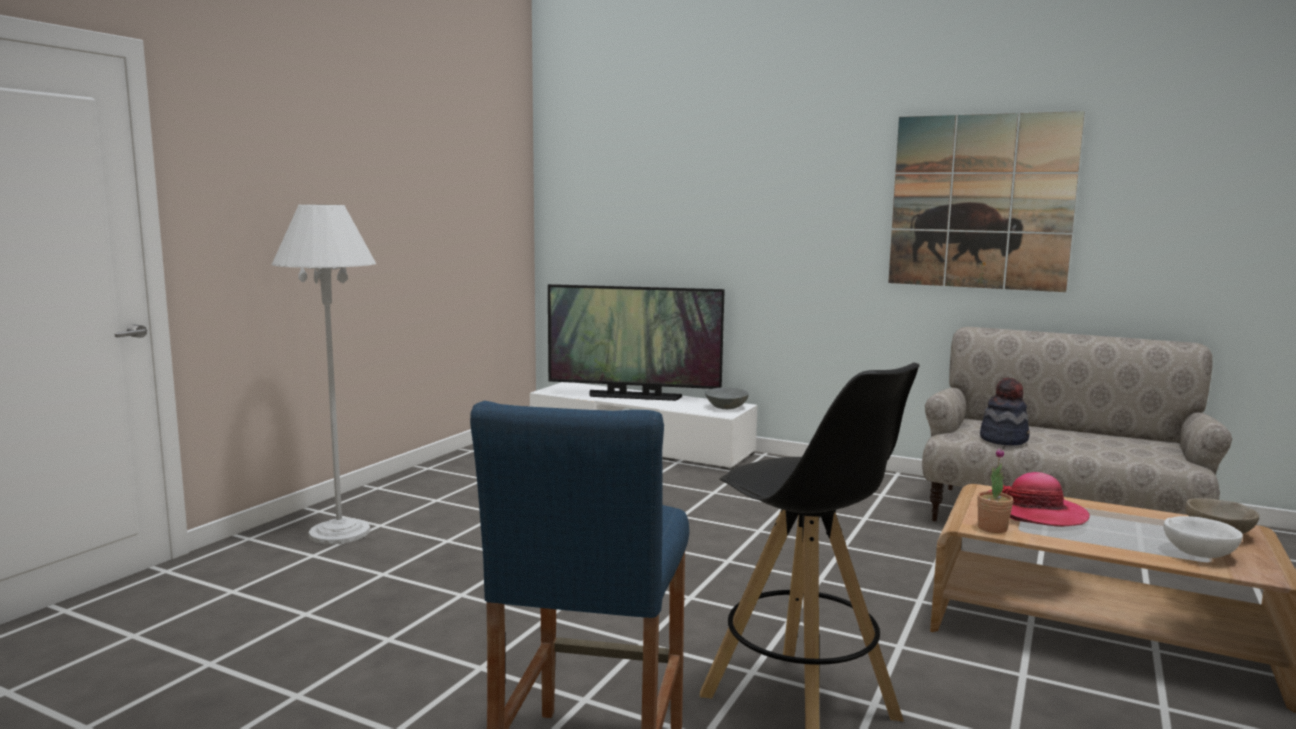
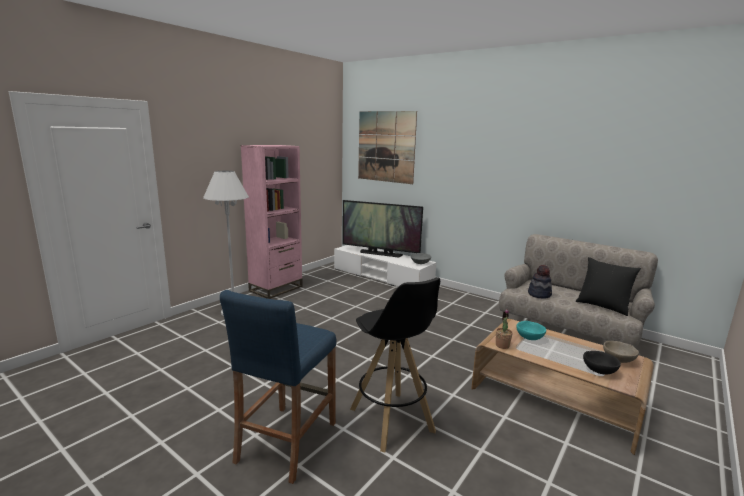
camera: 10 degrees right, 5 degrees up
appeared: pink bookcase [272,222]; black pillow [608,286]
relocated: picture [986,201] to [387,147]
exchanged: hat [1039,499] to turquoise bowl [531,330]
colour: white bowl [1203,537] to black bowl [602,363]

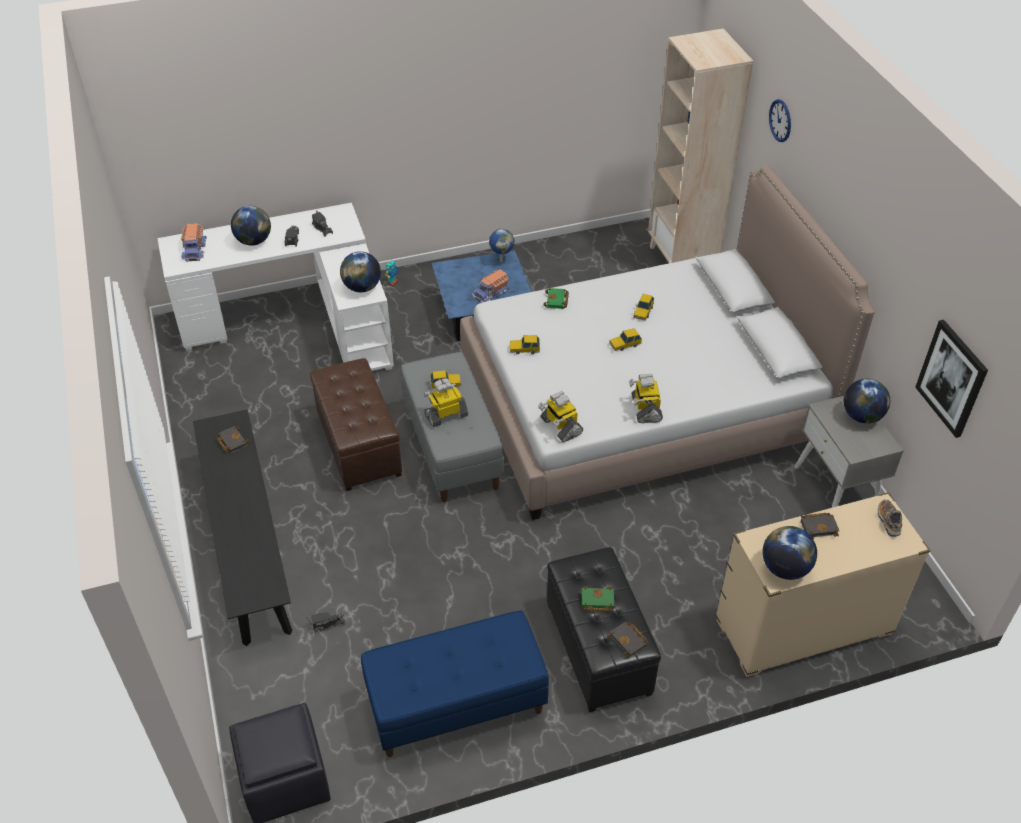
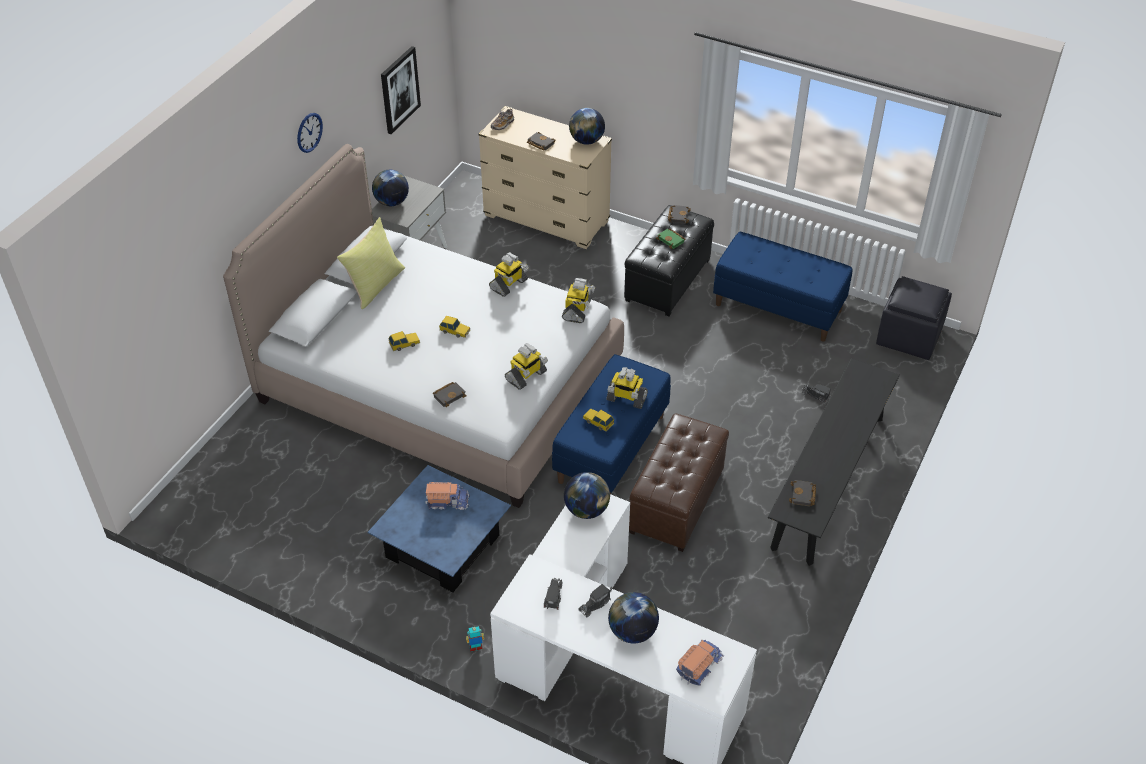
camera: 135 degrees left, 0 degrees up
missing: globe [501,245]; beige bookcase [700,145]
appeared: yellow pillow [371,263]
relocated: wall clock [780,120] to [310,133]
exchanged: toy car [525,344] to toy robot [526,366]
colour: grey bench [452,427] to blue bench [611,424]; green book [556,298] to black book [450,394]

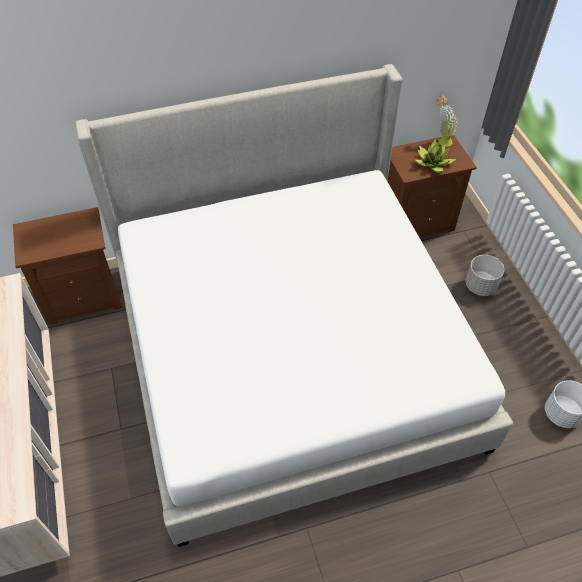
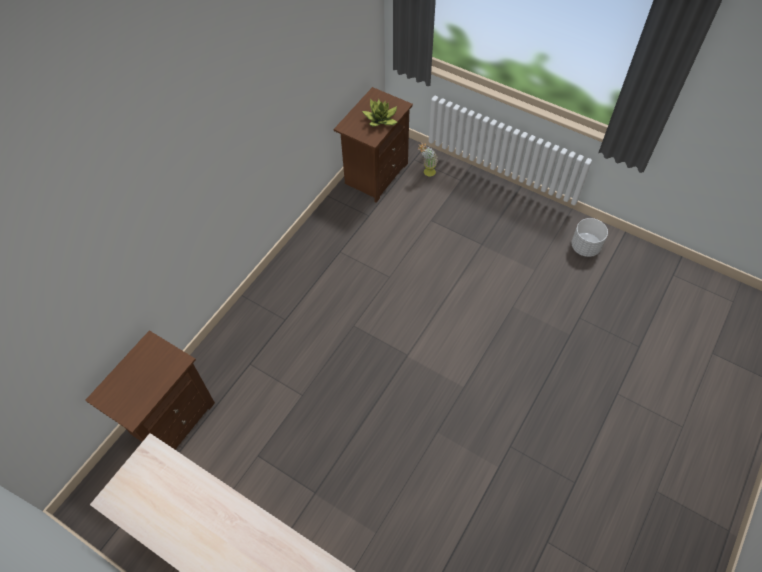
camera: 40 degrees left, 5 degrees up
missing: bed [294,305]; grey planter [484,275]
relocated: potted plant [447,121] to [428,159]

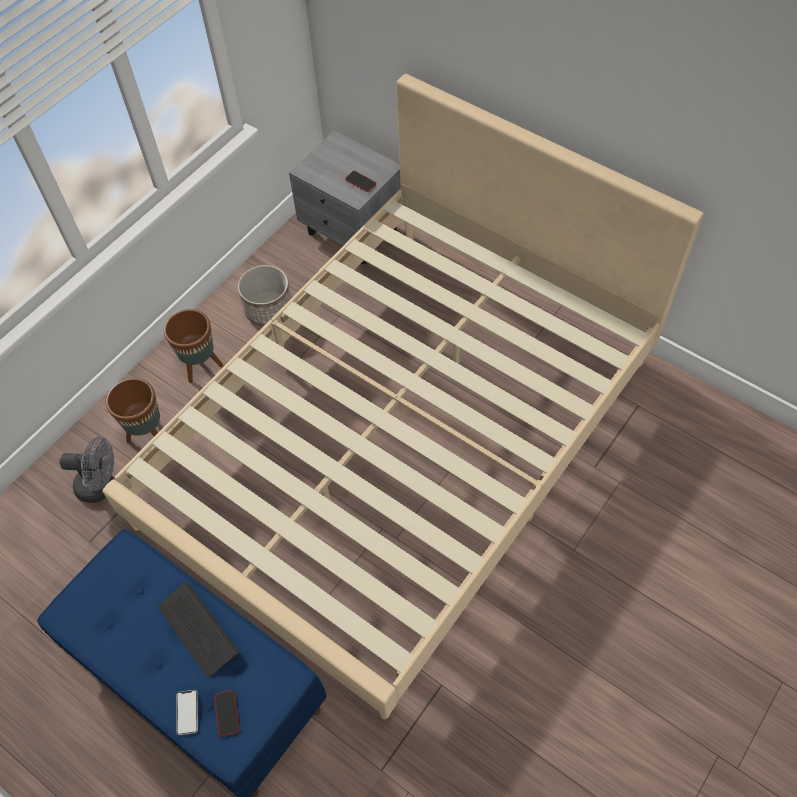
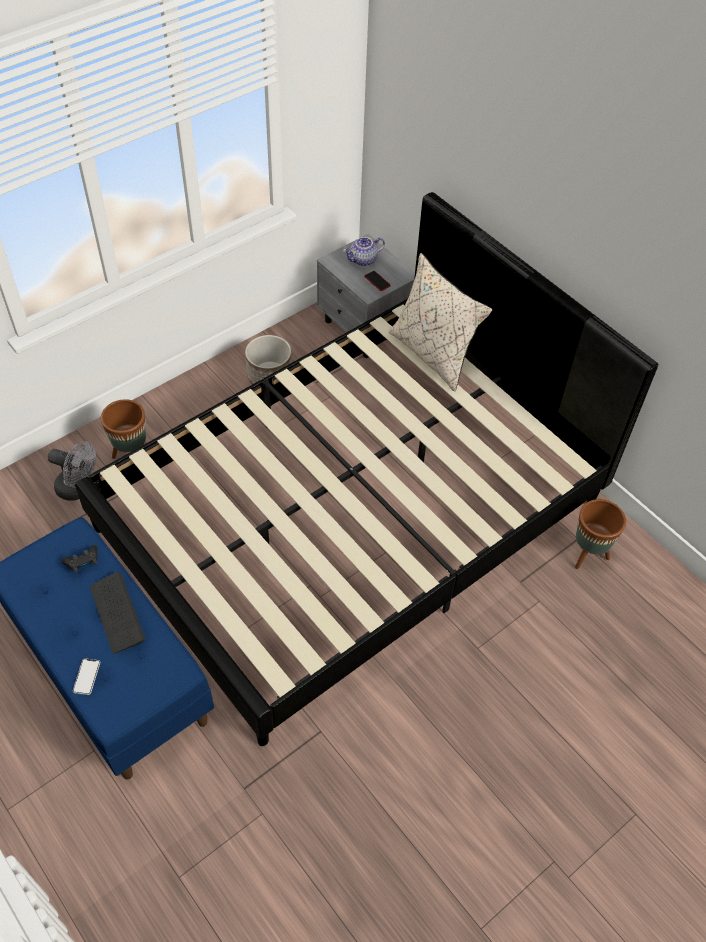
camera: 10 degrees right, 5 degrees down
missing: phone [227,713]
appeared: black game controller [80,559]; teapot [364,251]; beige pillow [440,322]
relocated: brown planter [193,346] to [600,534]
colour: beige bed [403,396] to black bed [366,469]

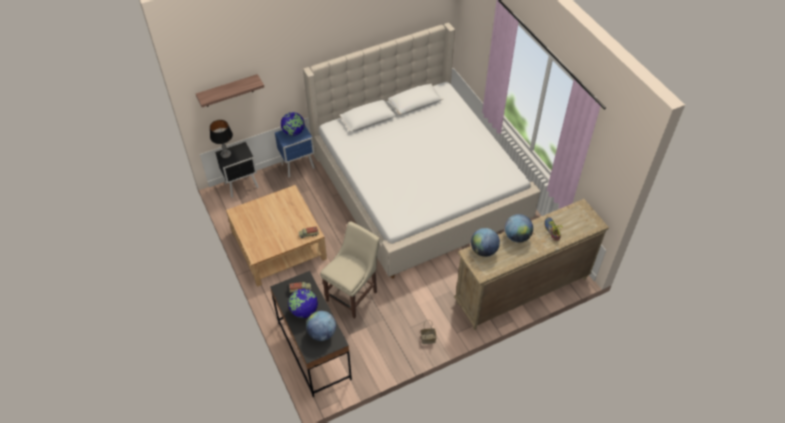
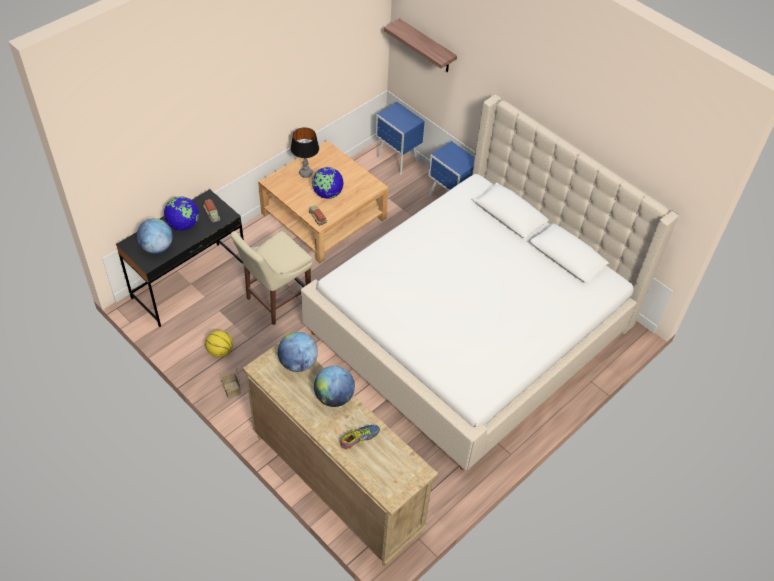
camera: 70 degrees right, 0 degrees up
appeared: basketball [219,343]
relocated: table lamp [221,139] to [305,152]; globe [293,124] to [328,183]
colour: black nightstand [237,169] to blue nightstand [400,138]
spun: beige chair [350,270] = [272,278] 120 degrees clockwise

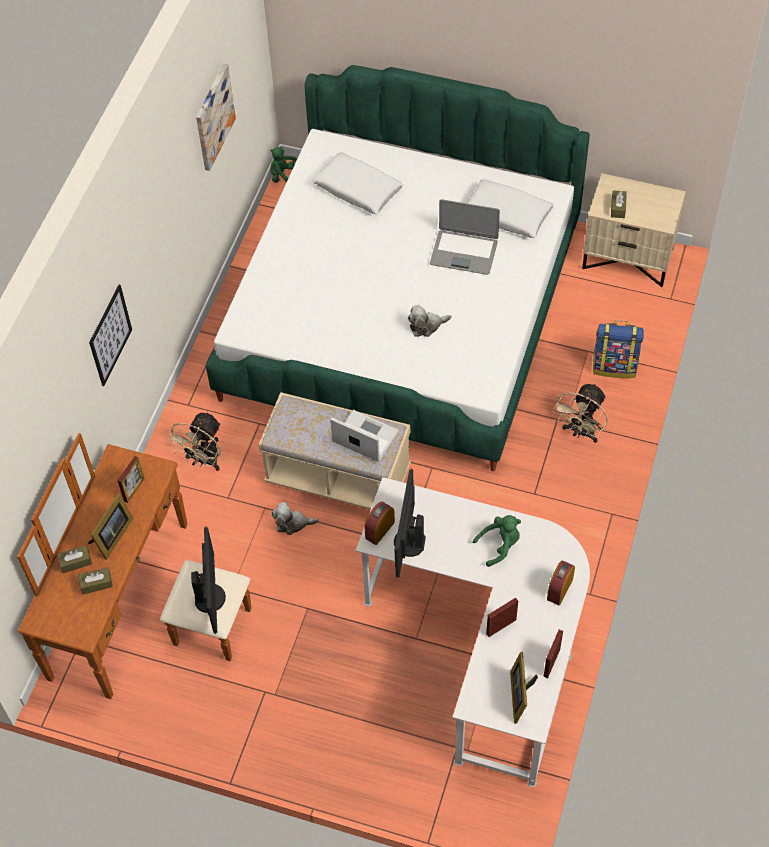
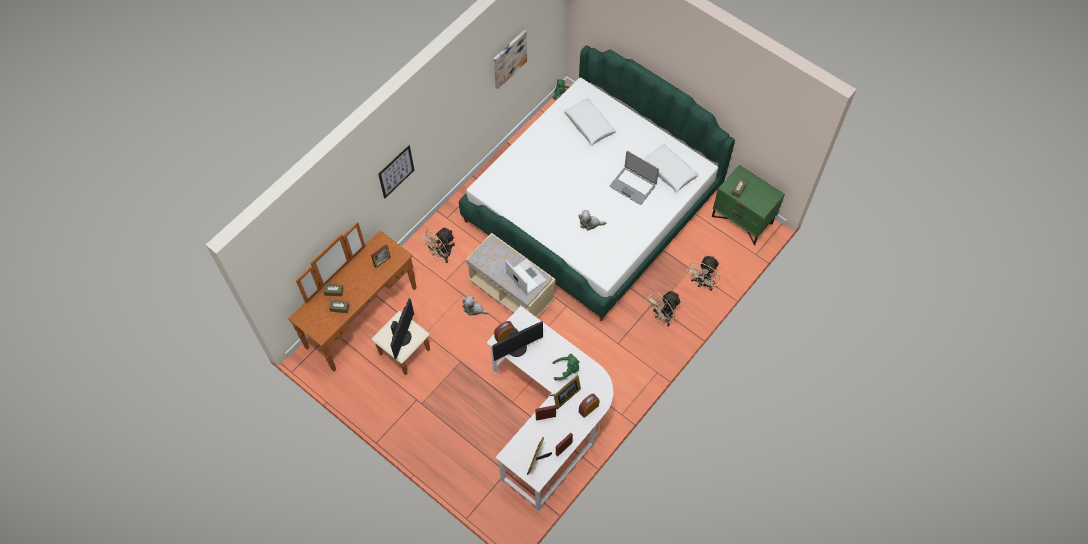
camera: 20 degrees right, 5 degrees up
relocated: picture frame [110,526] to [565,392]
exchanged: backpack [618,349] to beige fan [703,273]
colour: beige nightstand [634,230] to green nightstand [748,205]
spun: monitor [410,523] = [517,341] 150 degrees counterclockwise

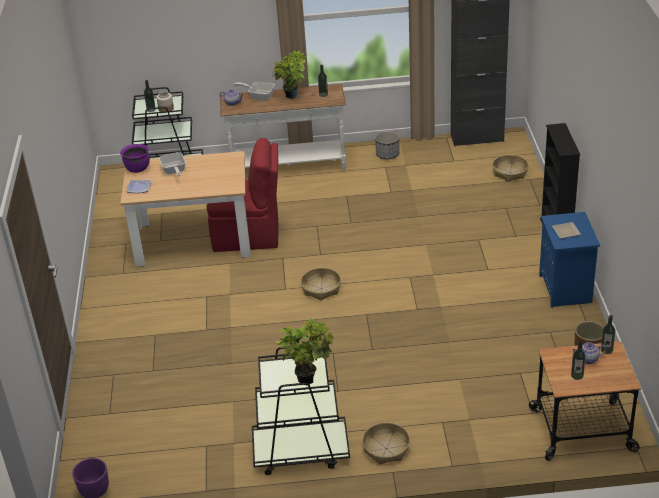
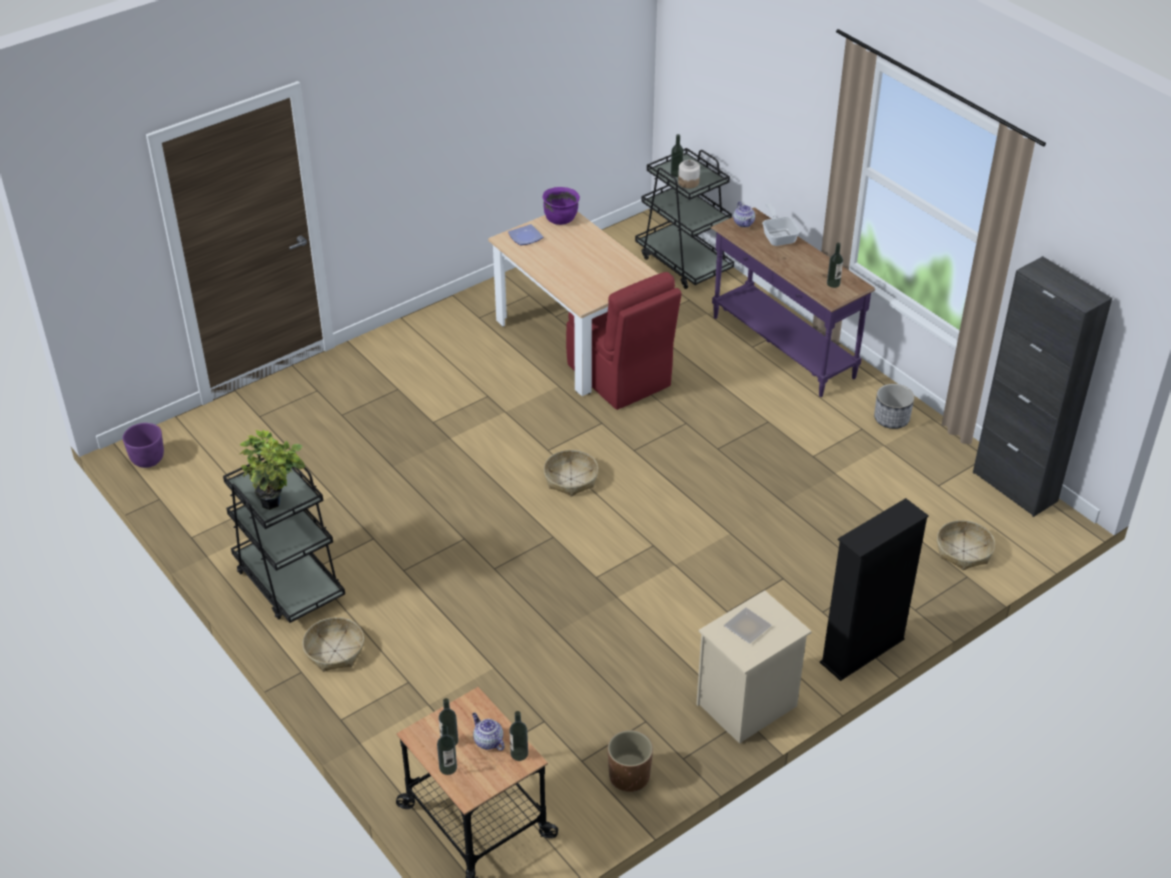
camera: 55 degrees right, 5 degrees up
missing: frying pan [172,164]; potted plant [289,75]
appeared: bottle [447,750]
colour: white console table [283,127] to purple console table [793,302]; blue nightstand [569,260] to beige nightstand [754,667]

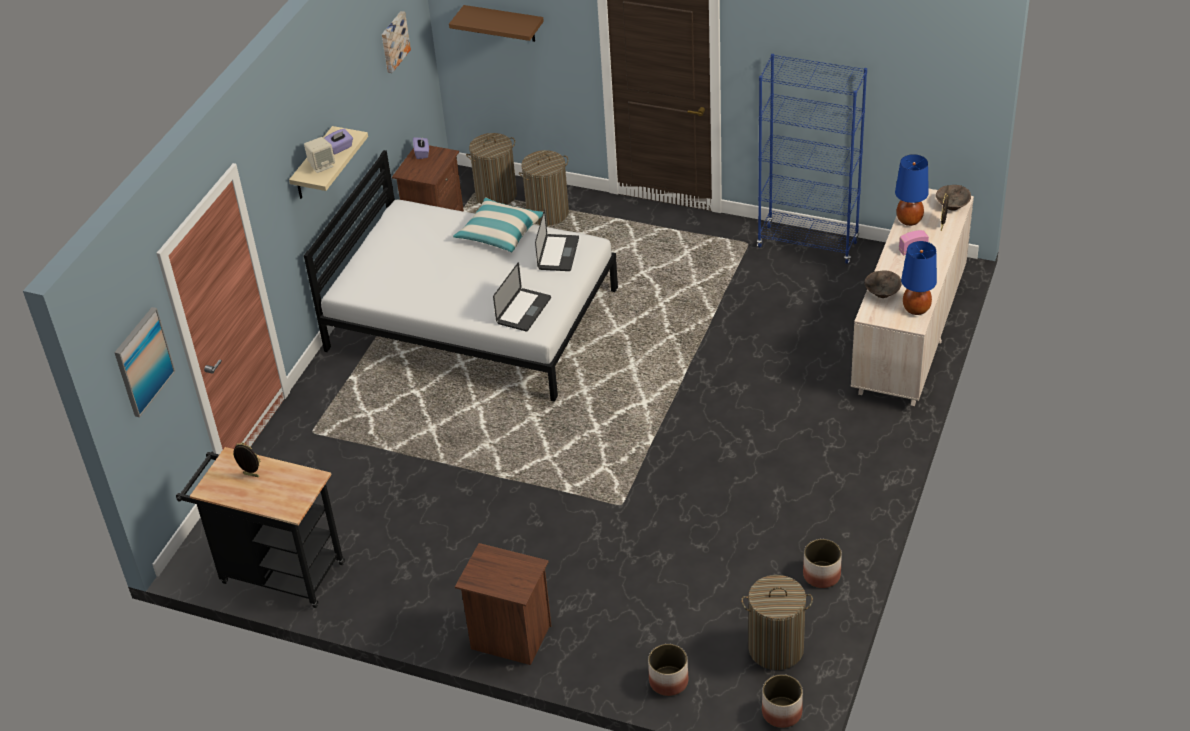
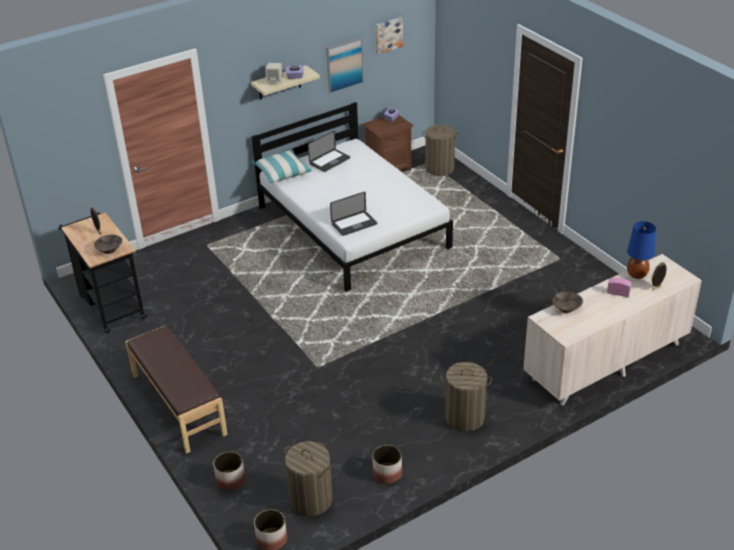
camera: 35 degrees right, 5 degrees down
missing: brown shelf [496,23]; blue bookcase [812,159]; blue table lamp [919,278]
relocated: picture [144,362] to [345,66]; pillow [498,225] to [282,166]; laundry basket [544,188] to [466,396]; laptop [557,240] to [329,151]; brown bowl [953,198] to [108,244]
exchanged: brown nightstand [503,604] to brown bench [176,390]

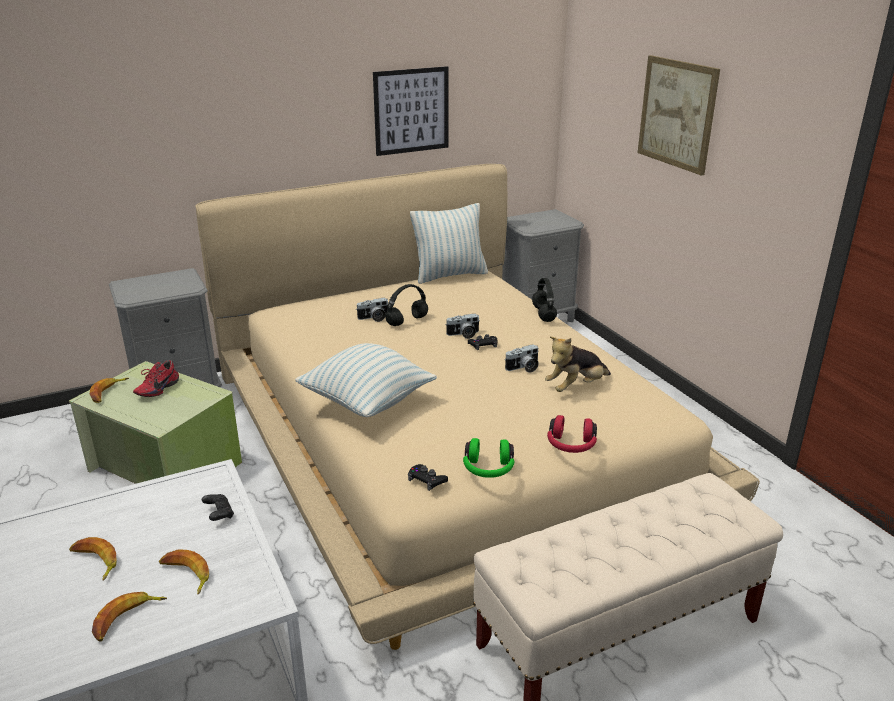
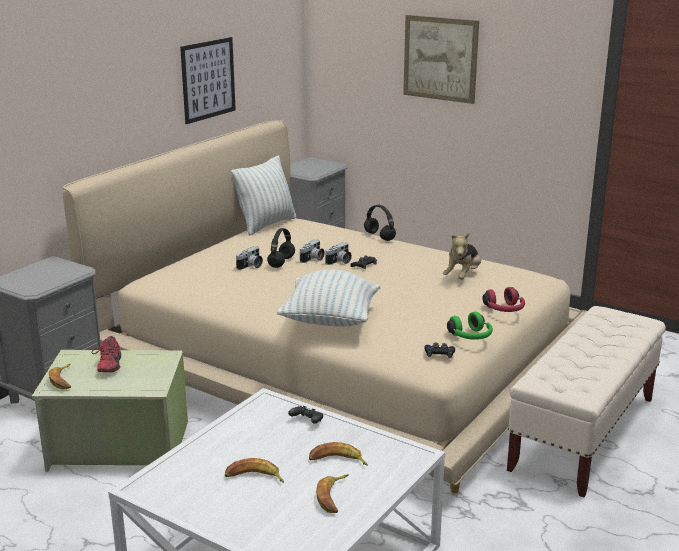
camera: 30 degrees left, 5 degrees down
relocated: photo camera [522,358] to [312,251]

